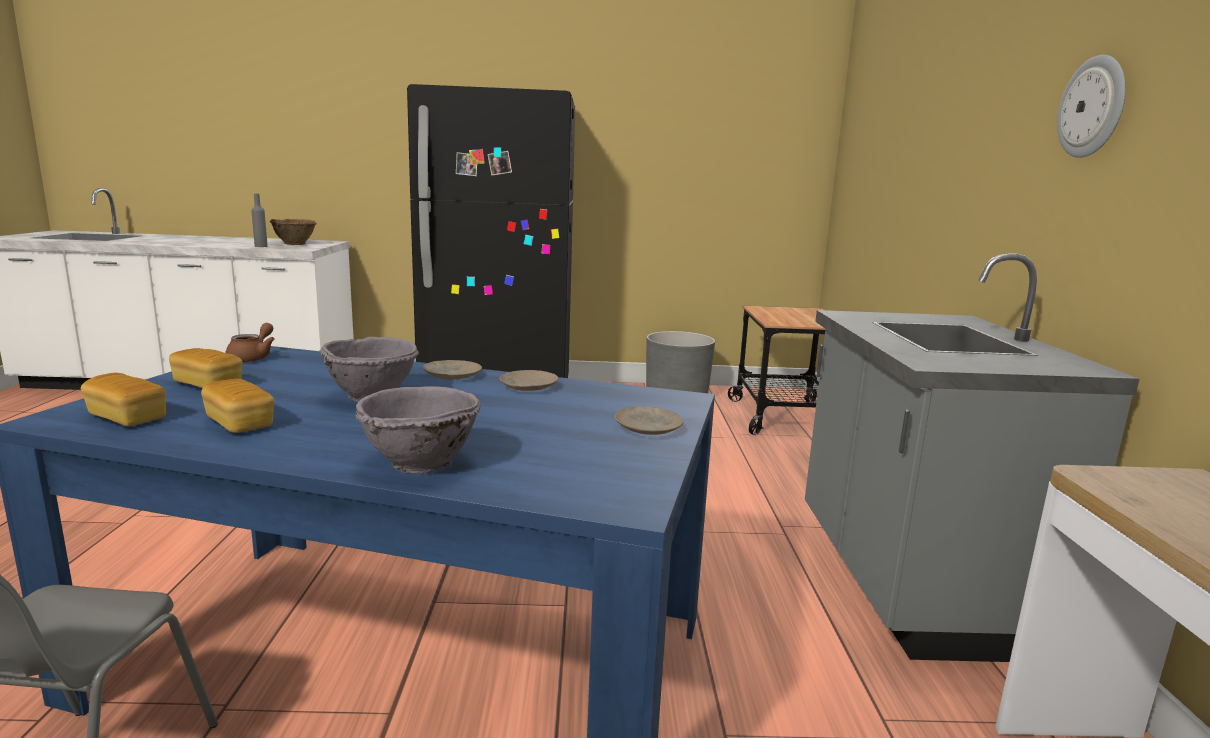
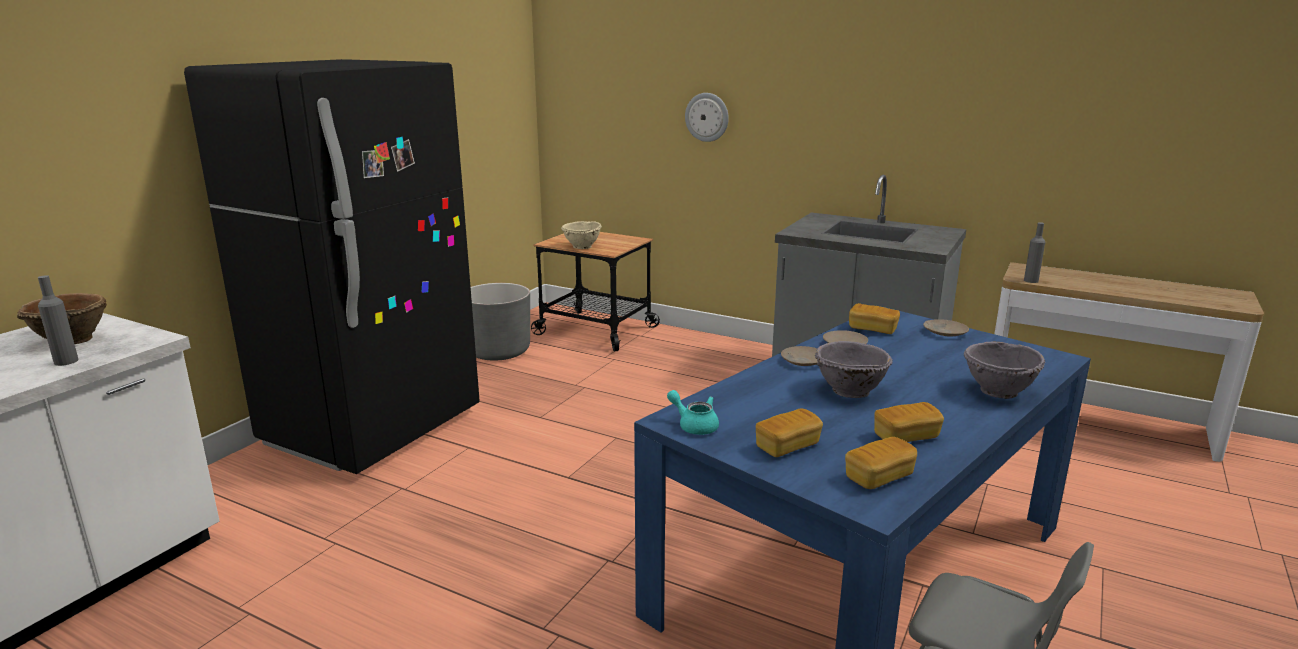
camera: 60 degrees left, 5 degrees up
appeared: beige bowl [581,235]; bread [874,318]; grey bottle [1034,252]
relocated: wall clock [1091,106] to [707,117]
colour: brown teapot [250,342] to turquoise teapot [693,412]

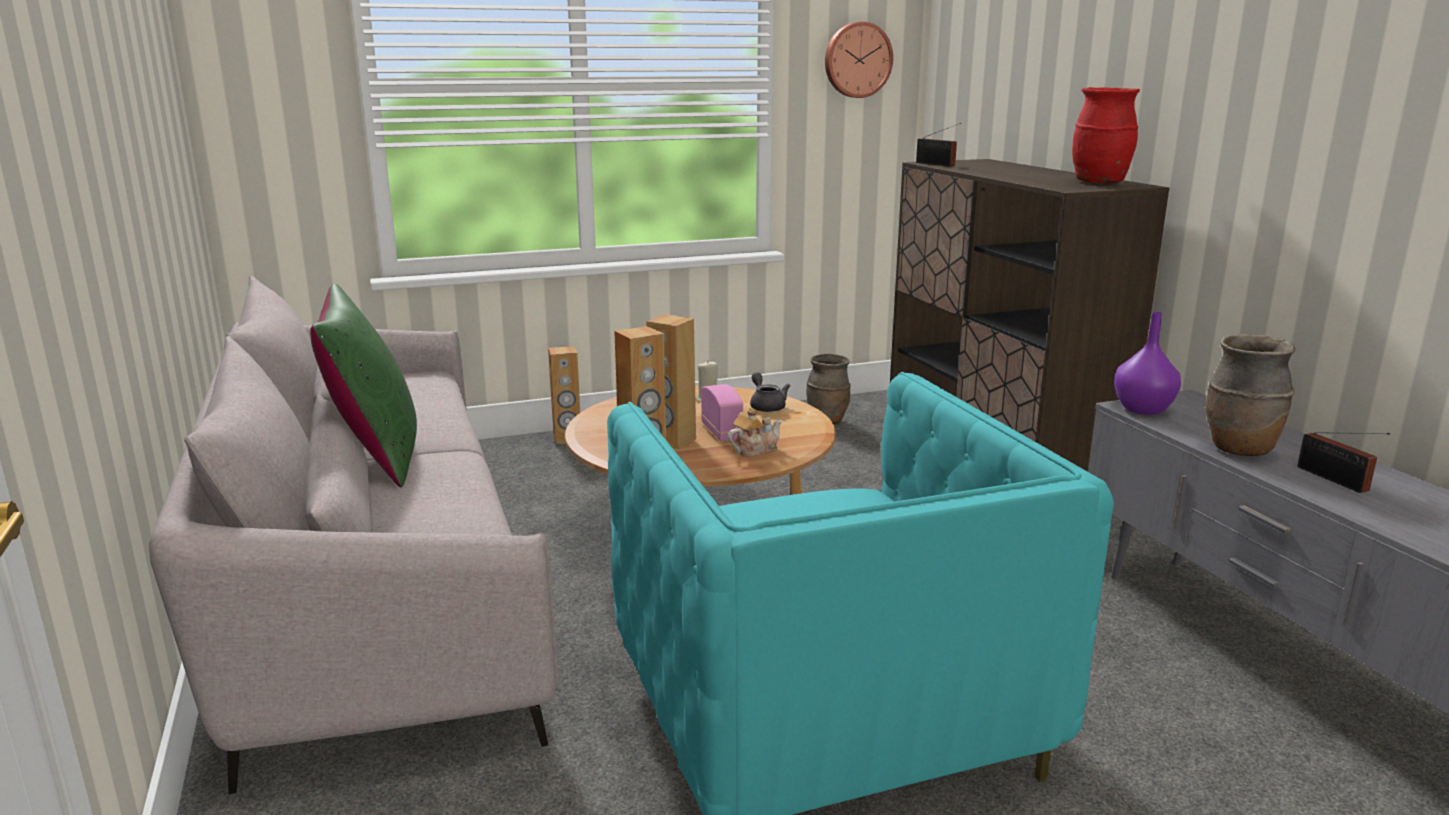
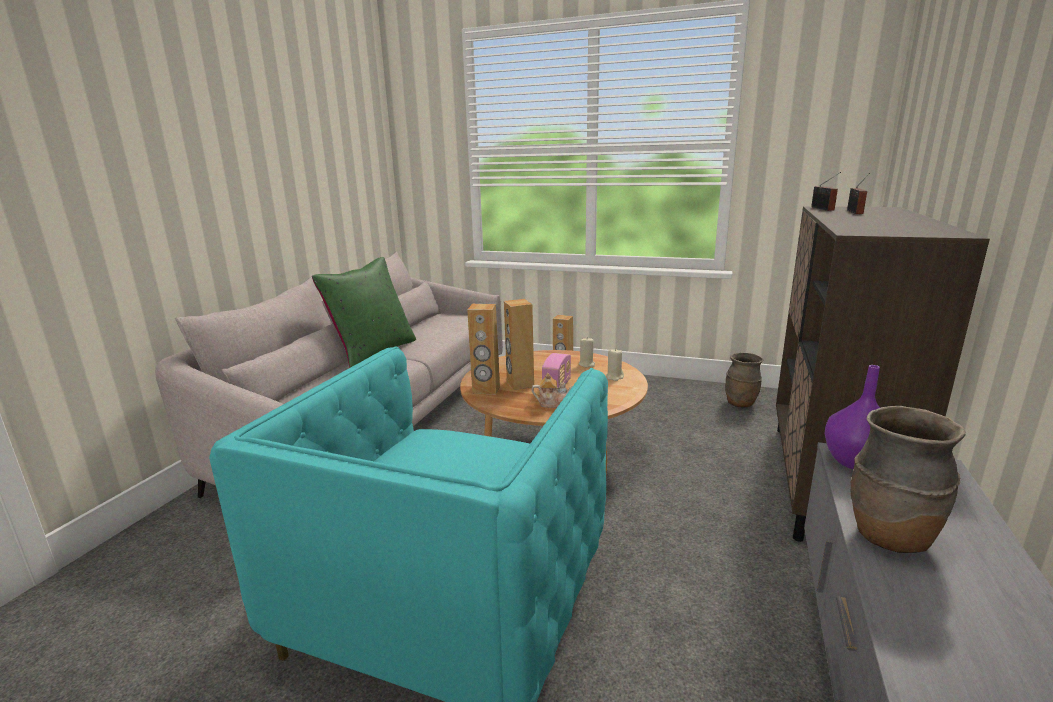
camera: 40 degrees right, 0 degrees up
missing: wall clock [859,60]; red vase [1106,135]
relocated: radio [1344,462] to [858,193]
exchanged: grey teapot [770,392] to beige candle [615,364]

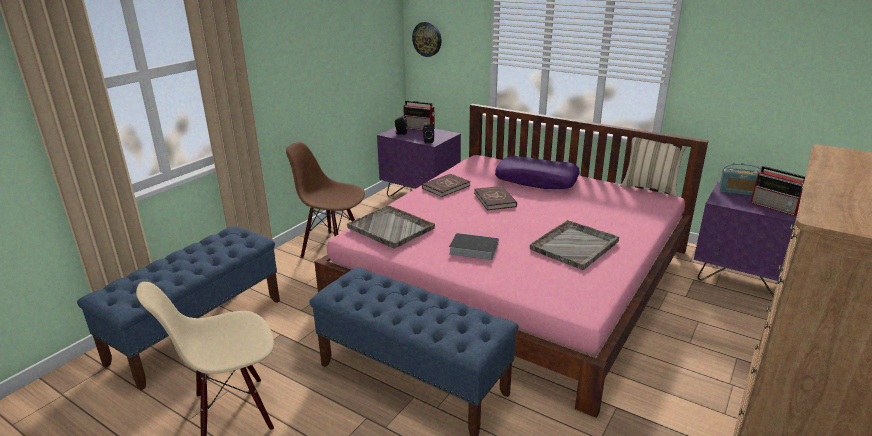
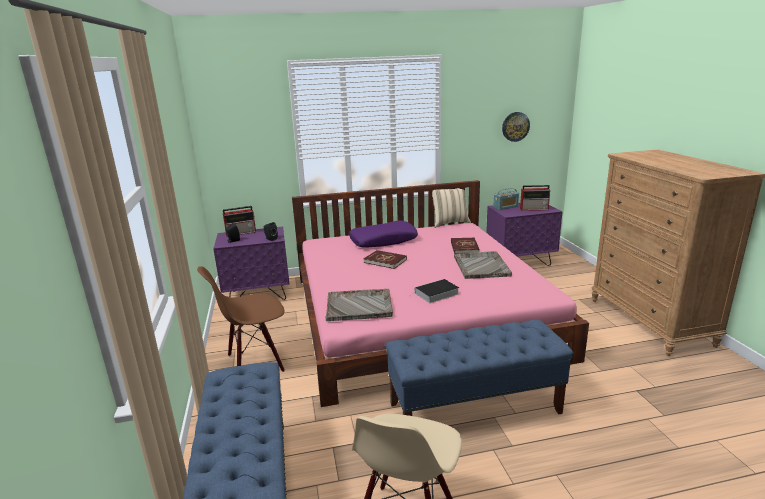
camera: 45 degrees left, 5 degrees down
relocated: wall clock [427,39] to [516,127]; red book [446,185] to [465,246]

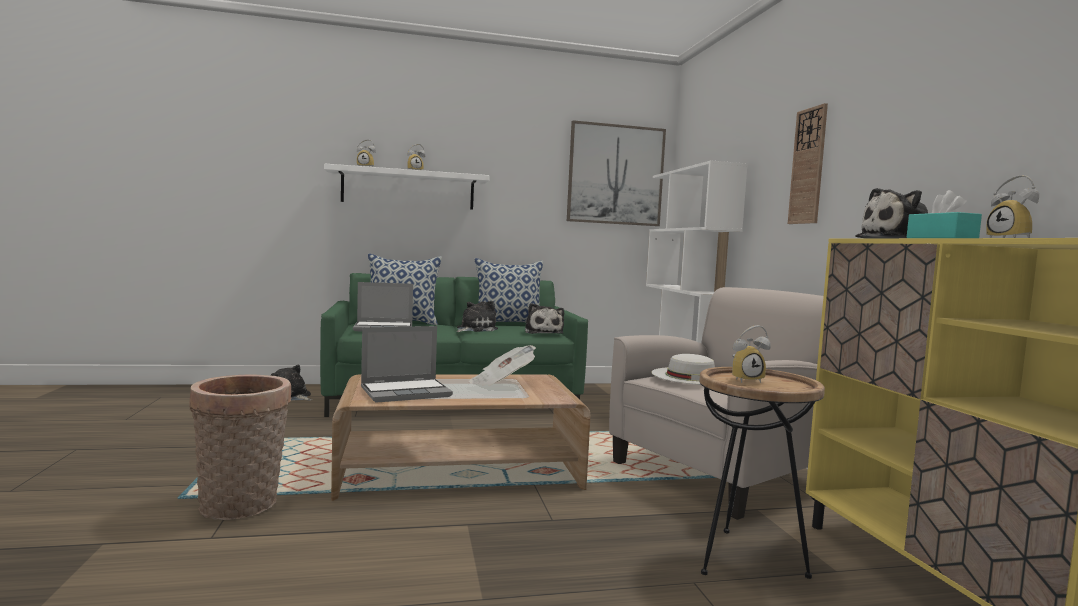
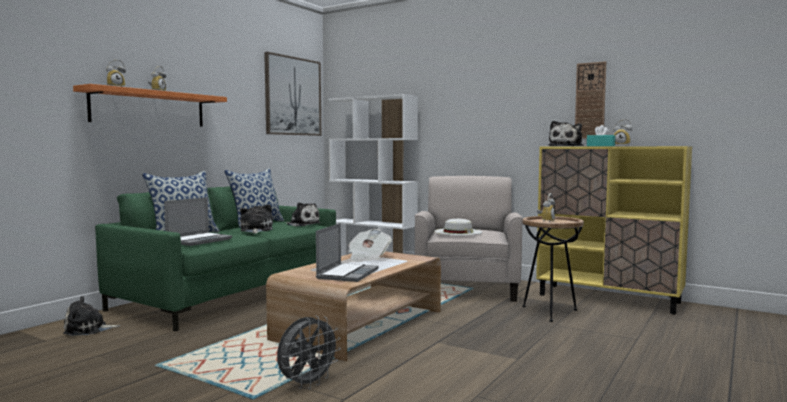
camera: 45 degrees left, 0 degrees up
relocated: wall clock [808,163] to [590,99]
exchanged: basket [240,447] to grey fan [309,352]
colour: white shelf [407,186] to orange shelf [150,105]

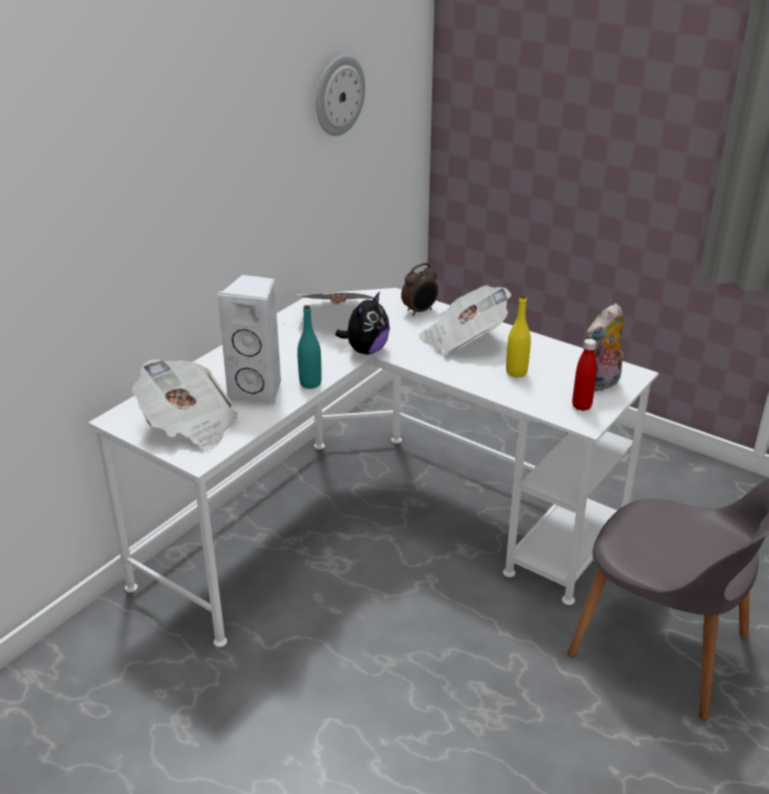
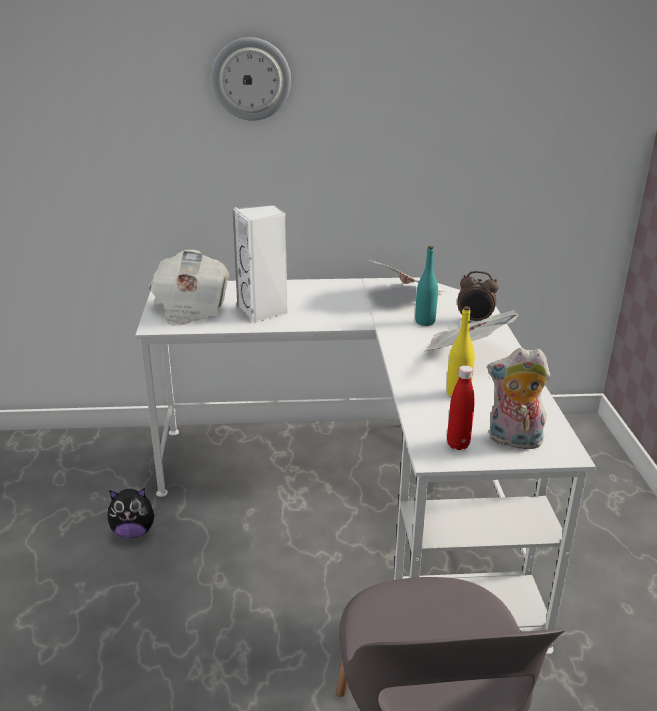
camera: 50 degrees right, 5 degrees down
relocated: turquoise bottle [309,347] to [426,286]; wall clock [340,95] to [251,79]; plush toy [362,323] to [133,513]

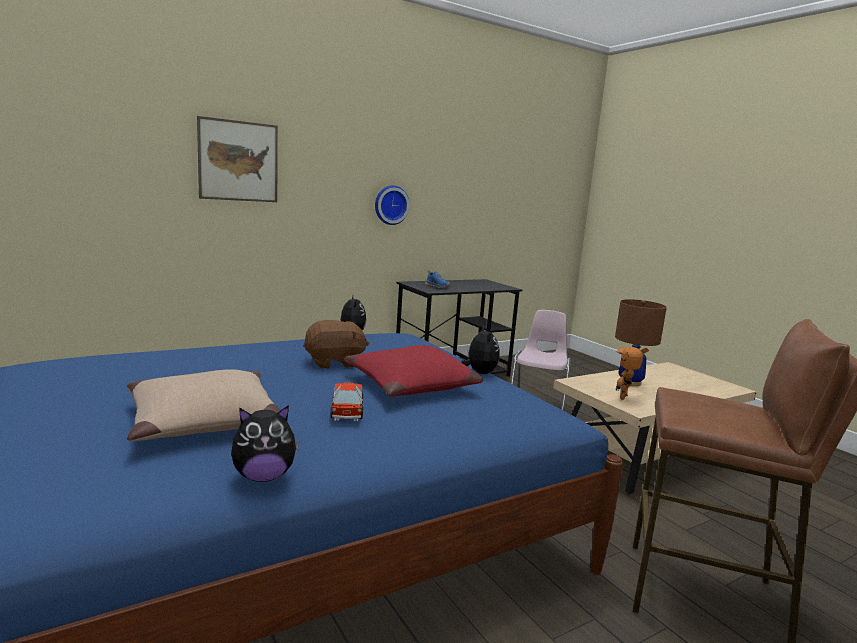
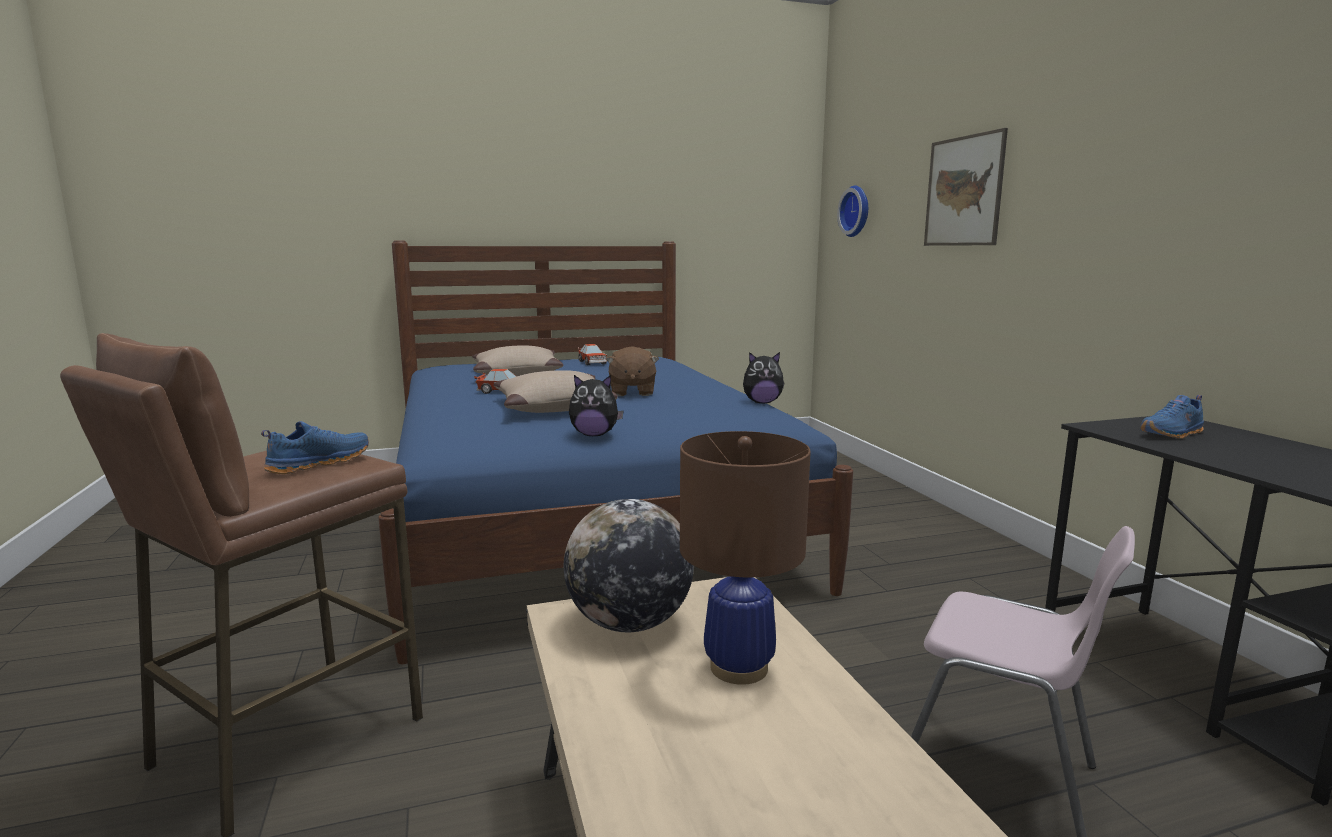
camera: 105 degrees right, 0 degrees up
missing: plush toy [265,443]
appeared: blue shoe [315,447]; toy car [592,354]
relocated: wall clock [392,205] to [852,211]
exchanged: toy robot [632,373] to globe [629,565]
colour: red pillow [413,371] to beige pillow [555,391]

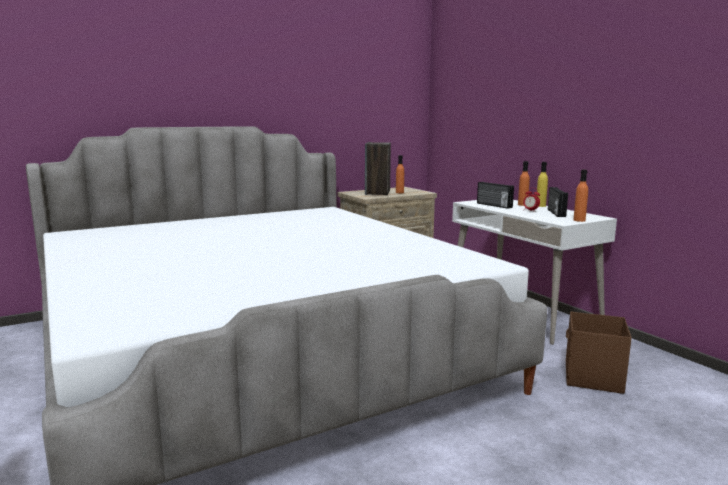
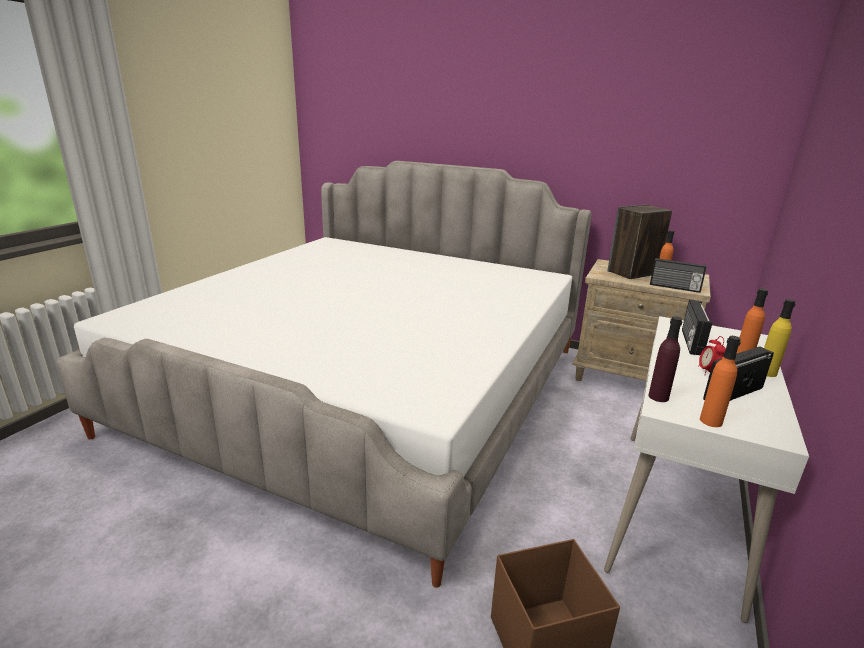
camera: 55 degrees right, 10 degrees up
appeared: purple bottle [665,359]; radio [678,275]

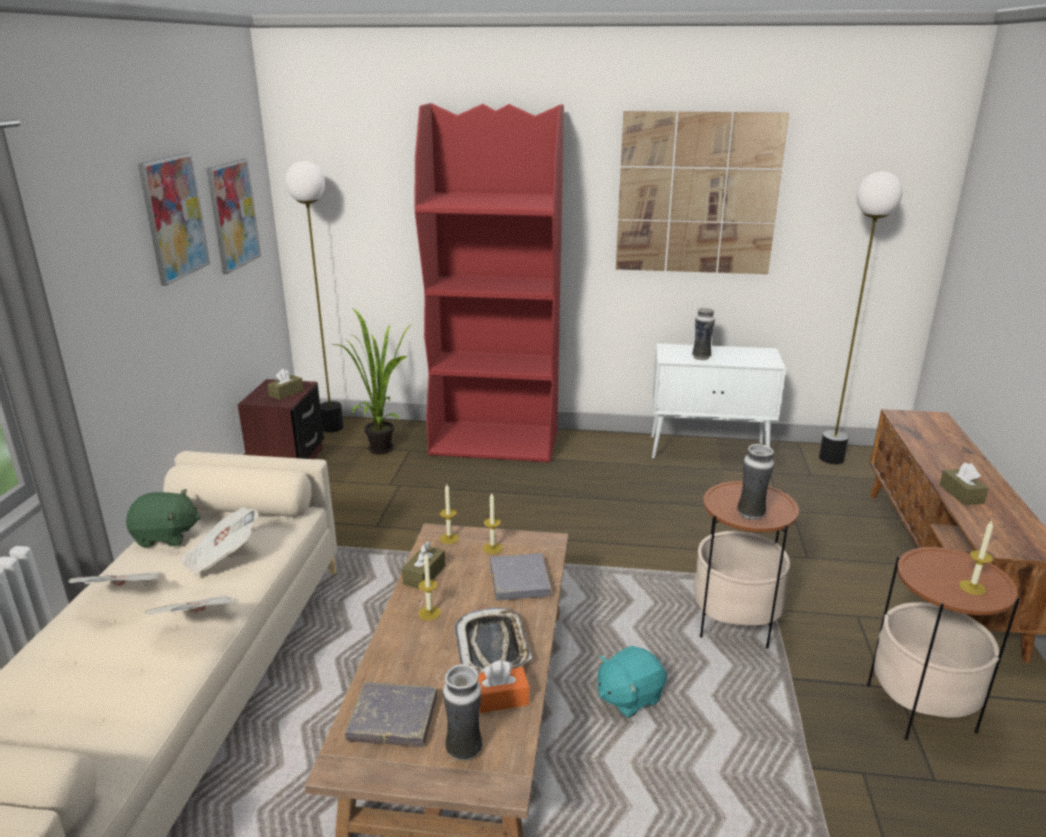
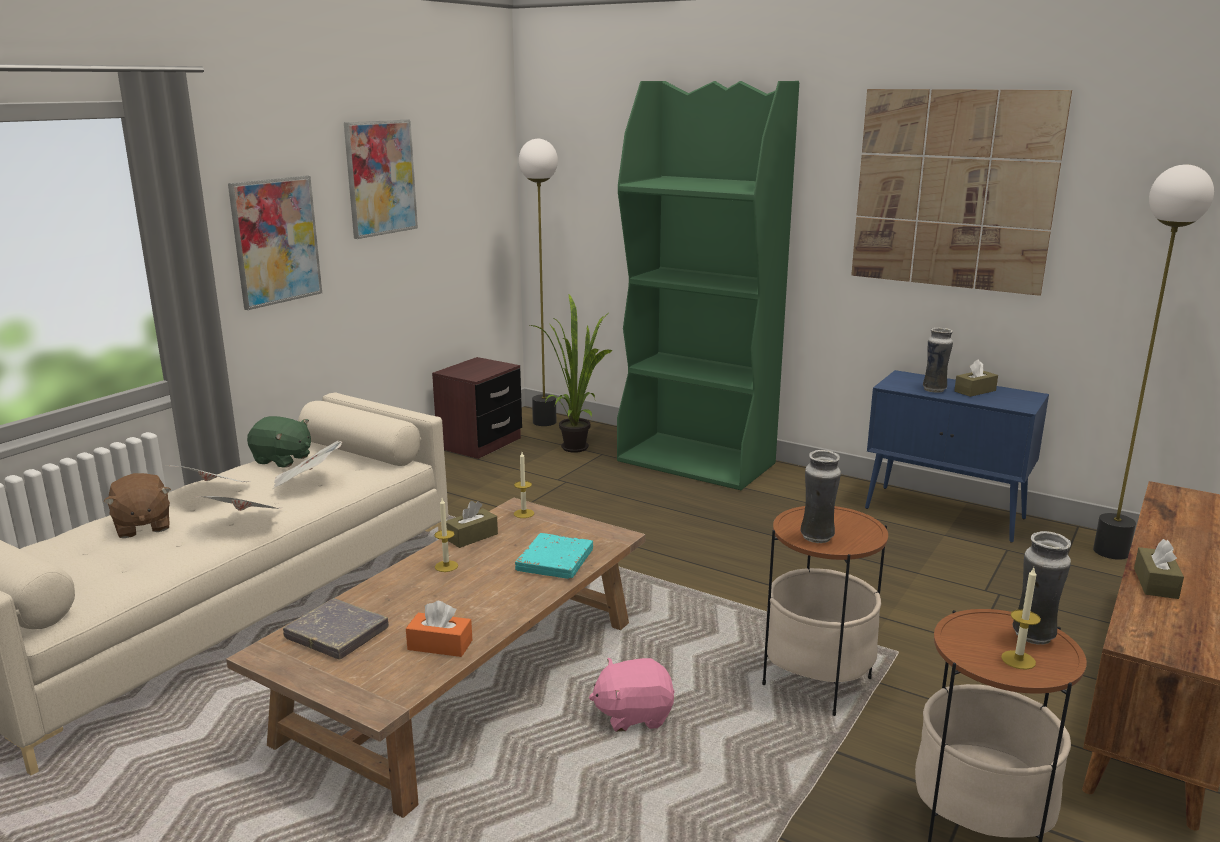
camera: 25 degrees right, 5 degrees down
missing: tray [493,641]; candle [493,523]
appeared: brown plush toy [137,505]
relocated: picture [233,216] to [275,243]; brown tissue box [285,384] to [976,378]; vase [462,712] to [1042,588]
colour: red bookcase [489,282] to green bookcase [708,285]; grey book [520,576] to turquoise book [554,556]; turquoise plush toy [632,682] to pink plush toy [632,695]; white cabinet [718,401] to blue cabinet [957,456]

